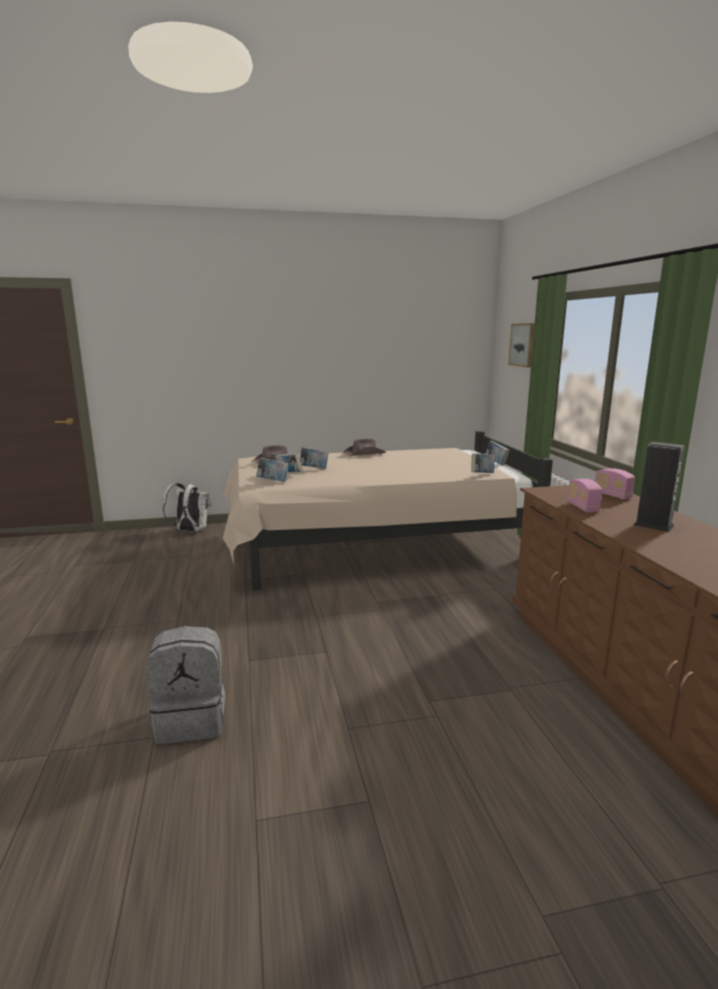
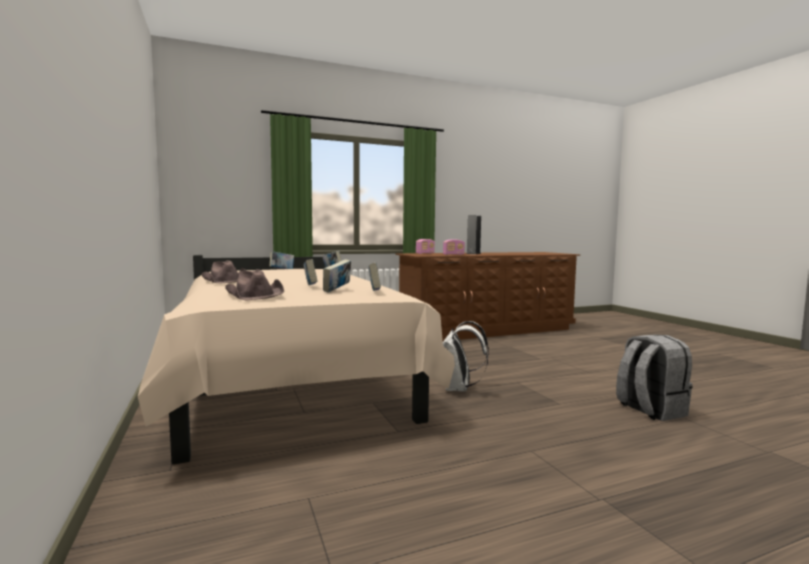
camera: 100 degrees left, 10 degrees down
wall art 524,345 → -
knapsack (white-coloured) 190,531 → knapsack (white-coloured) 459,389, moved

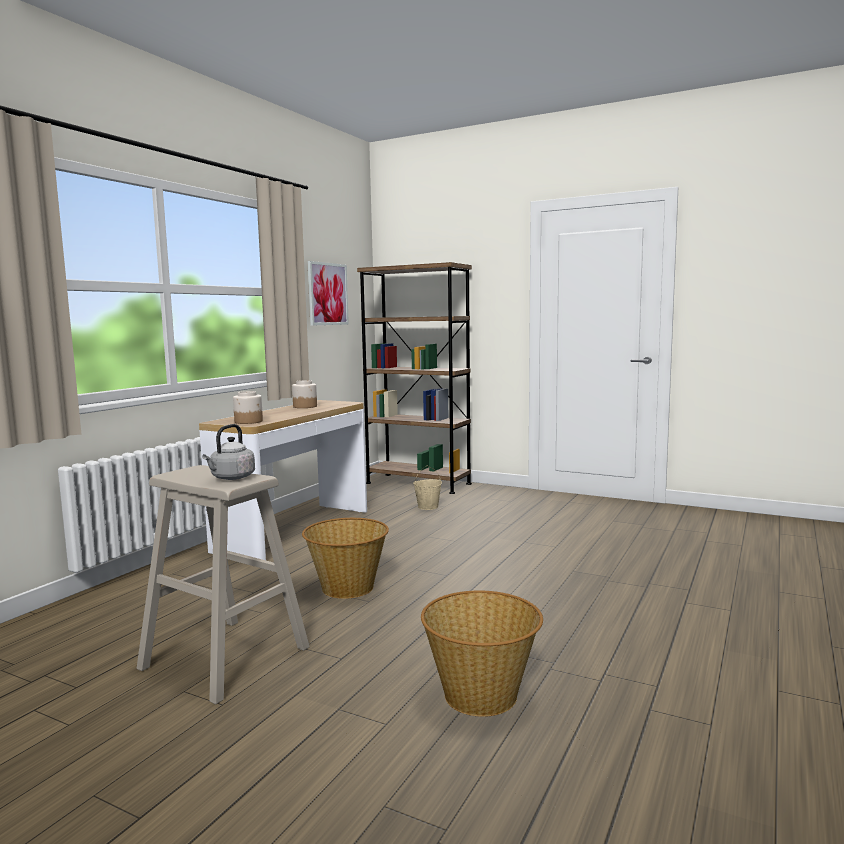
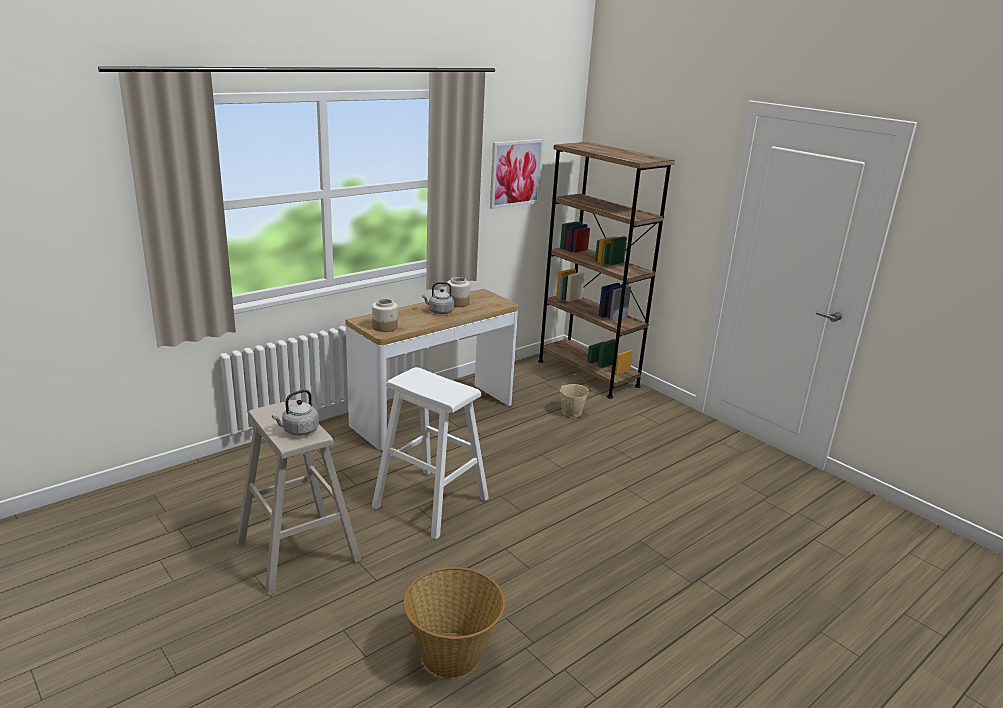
camera: 20 degrees right, 15 degrees up
- → kettle (grey) 439,311
basket 347,588 → stool seat (white-coloured) 430,502

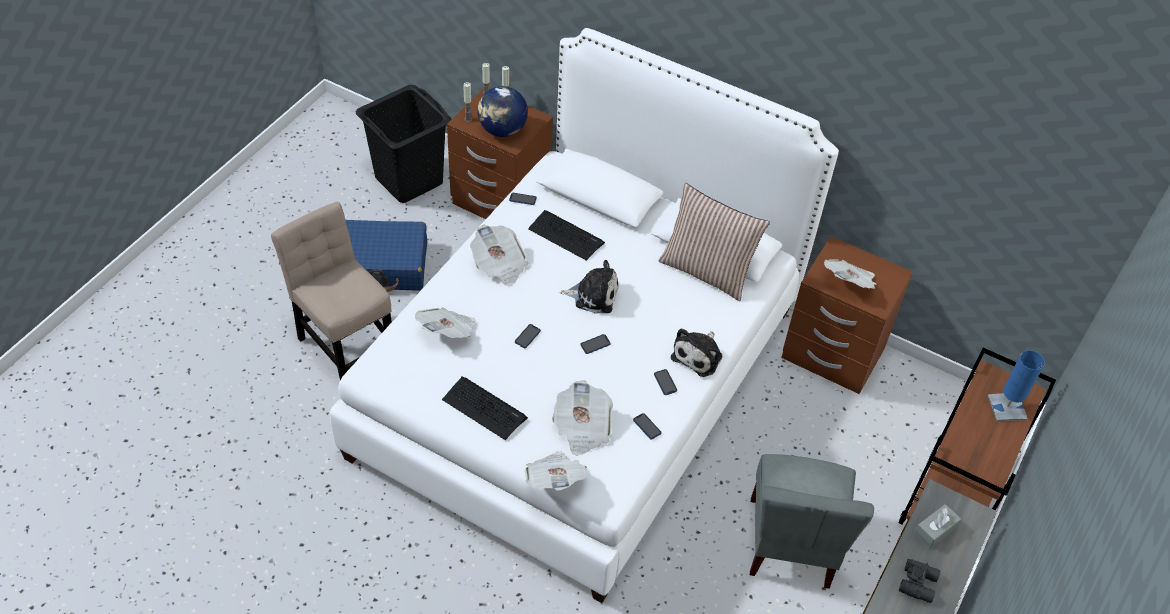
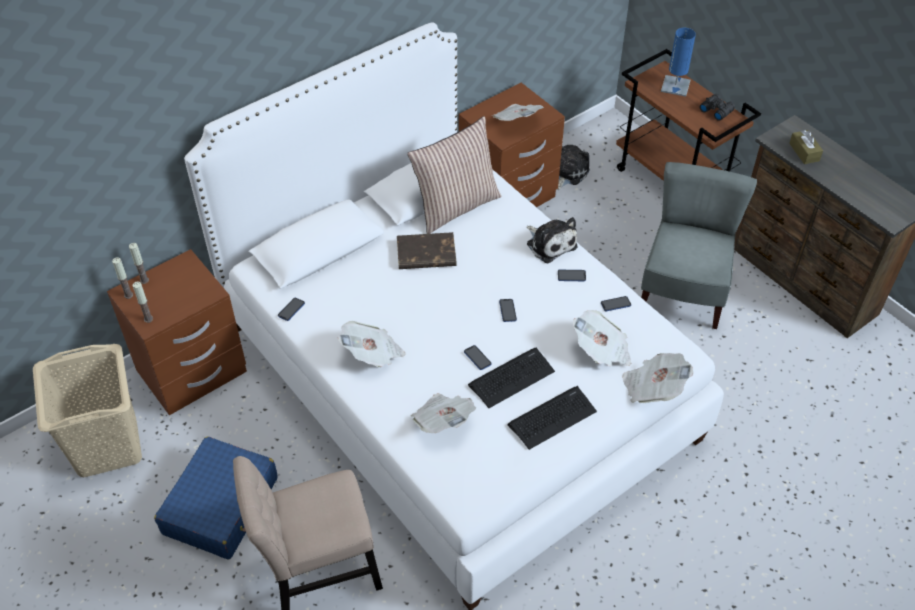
camera: 65 degrees left, 0 degrees up
globe 502,130 → -
- → volume (brown-coloured) 425,254
keyboard 566,235 → keyboard 511,378, moved
cuddly toy 593,295 → cuddly toy 567,173, moved
field glasses (black-coloured) 919,583 → field glasses (black-coloured) 716,110, moved
washing basket (black-coloured) 409,180 → washing basket (beige-coloured) 108,445
tissue holder (grey) 935,530 → tissue holder (brown-coloured) 804,152
plain chair (grey) 791,544 → plain chair (grey) 683,292, 105 degrees counterclockwise

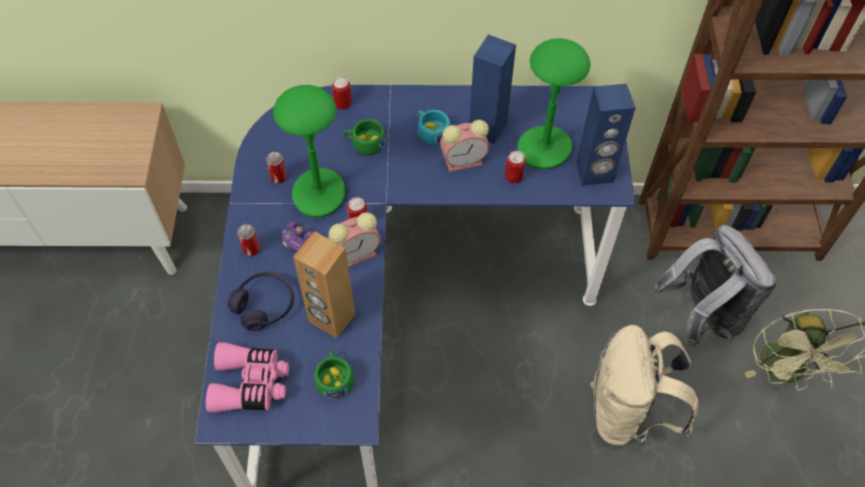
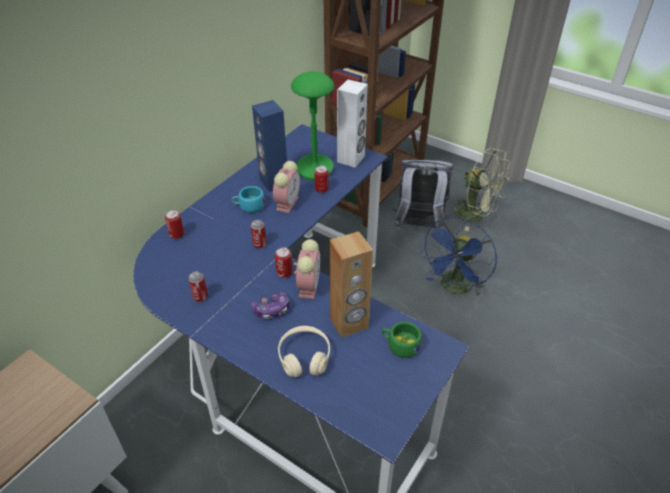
camera: 55 degrees left, 15 degrees down
field glasses (pinkish) 250,384 → -
tabletop lamp (green-coloured) 318,194 → -
cup (green-coloured) 365,143 → -
sealed can 251,249 → sealed can 259,244, moved
knapsack (beige-coloured) 628,412 → cooling fan (blue-coloured) 454,288
pair of headphones (purplish) 264,305 → pair of headphones (beige-coloured) 304,357
loudspeaker (blue-coloured) 594,173 → loudspeaker (white-coloured) 351,159

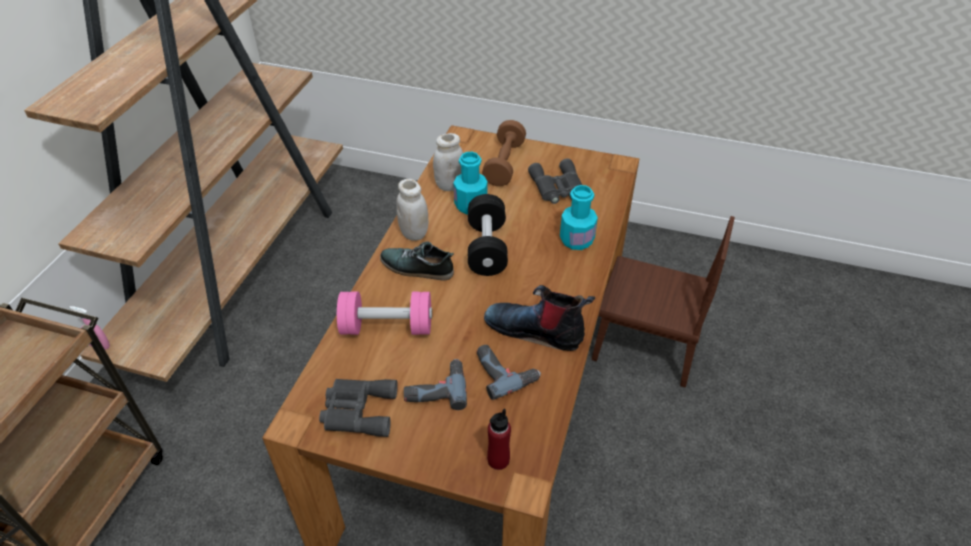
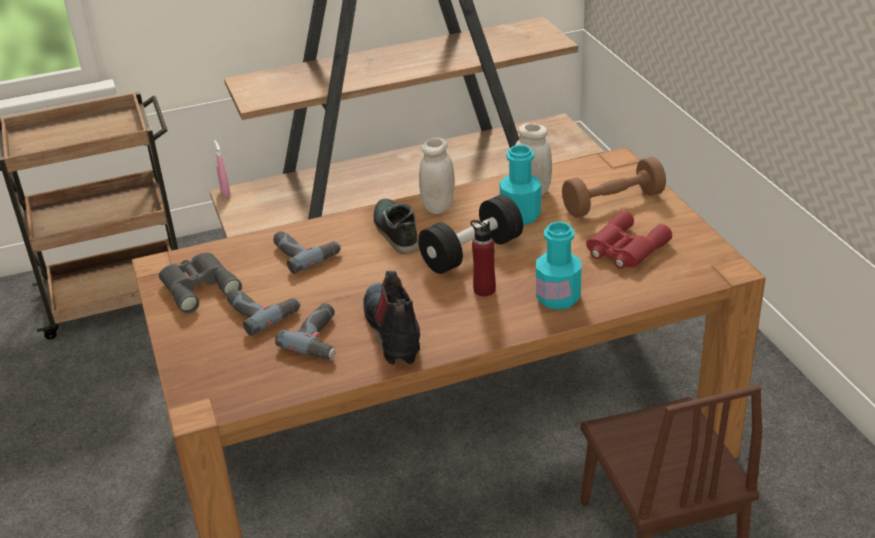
camera: 55 degrees right, 10 degrees down
bottle (reddish) 498,460 → bottle (reddish) 484,290, moved
hand weight (pinkish) 387,327 → power drill 305,253
field glasses (grey) 557,188 → field glasses (reddish) 624,249

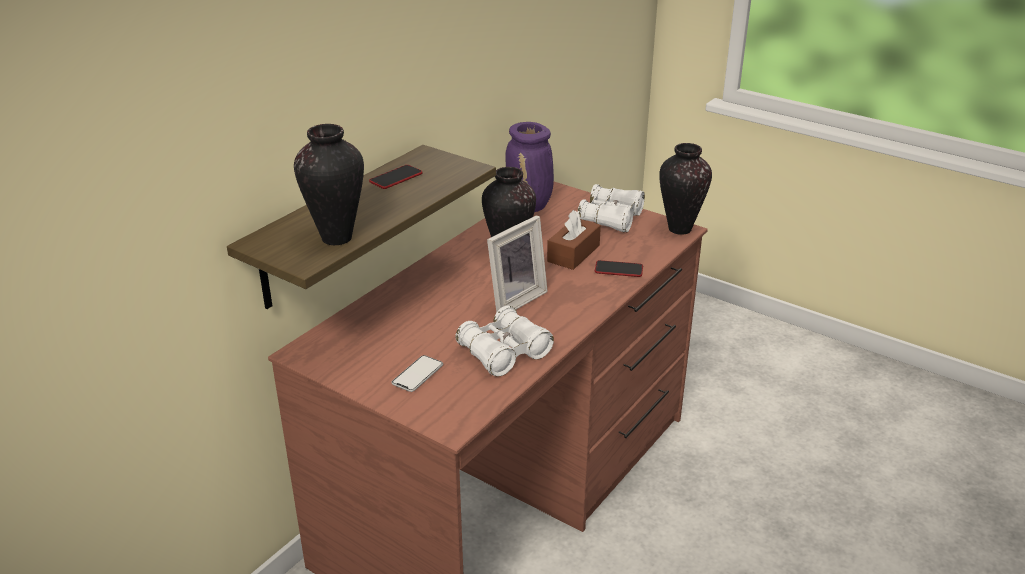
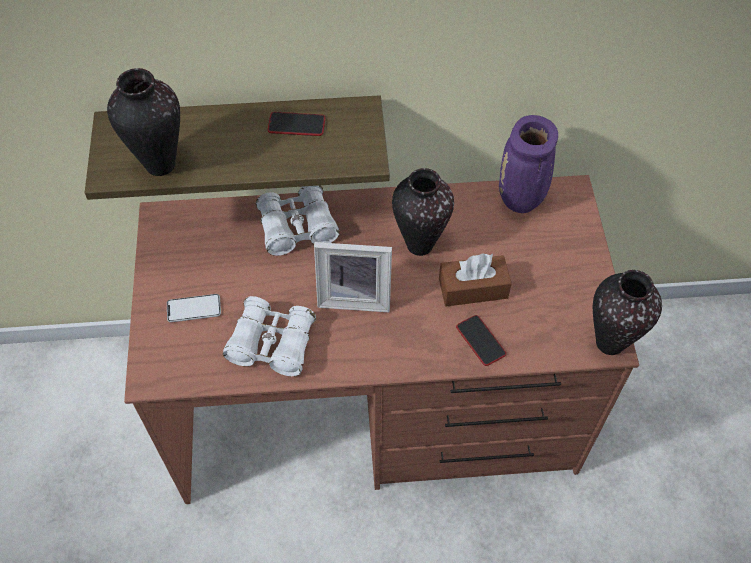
camera: 50 degrees right, 25 degrees up
field glasses (white-coloured) 611,218 → field glasses (white-coloured) 297,227, moved

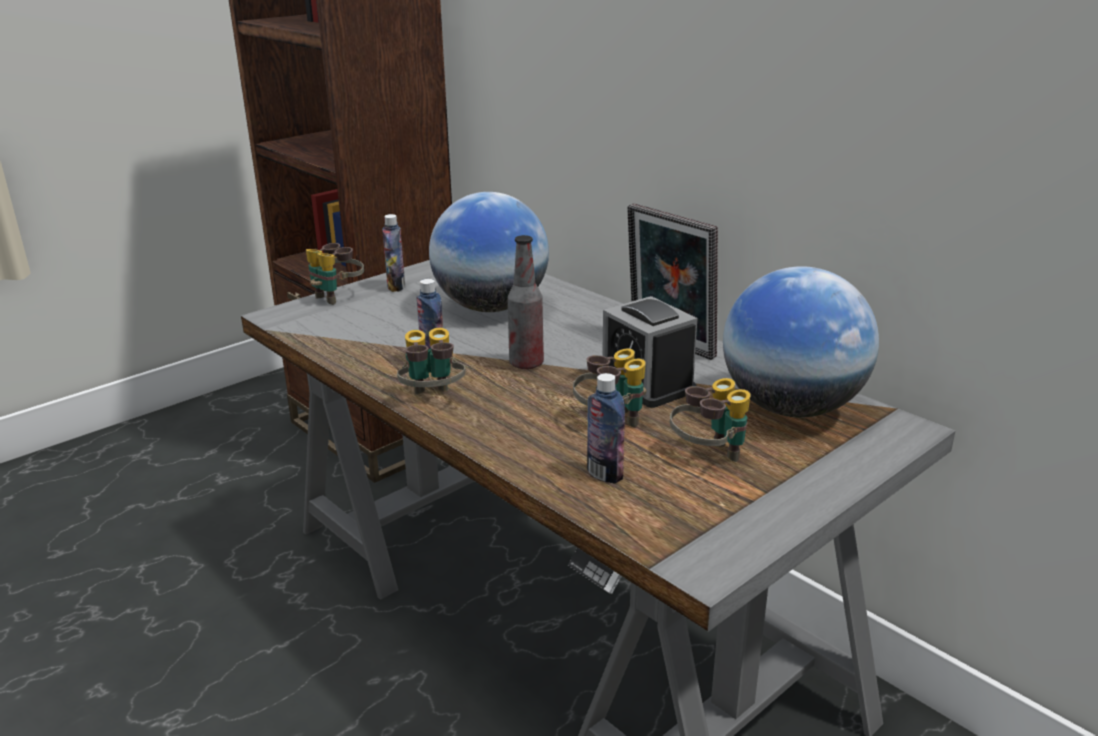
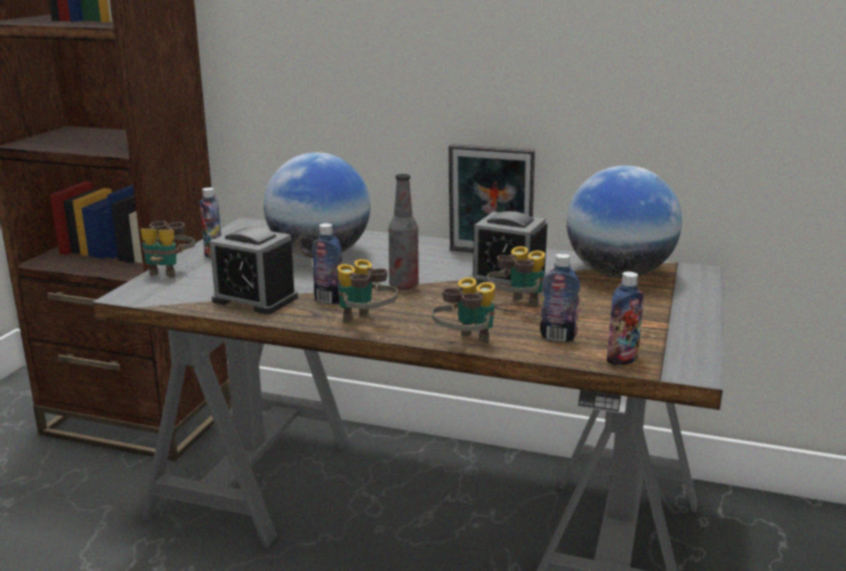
camera: 30 degrees left, 5 degrees down
- → table clock 255,299
- → bottle 622,359
field glasses 709,457 → field glasses 465,344, moved

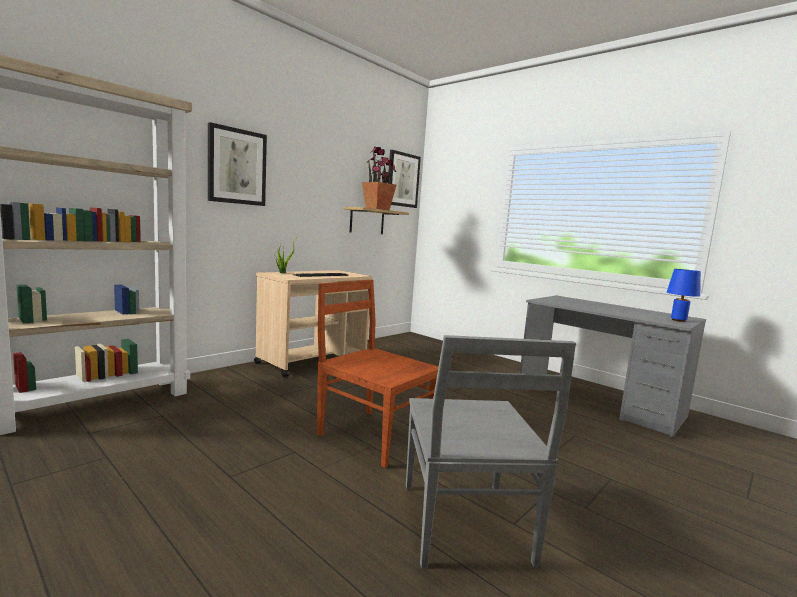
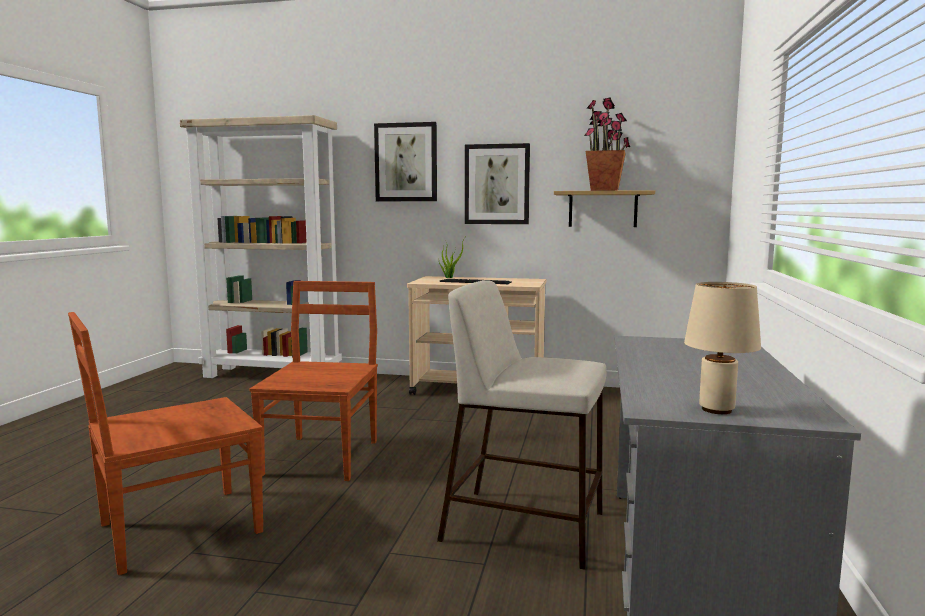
camera: 60 degrees right, 0 degrees up
- → stool seat (beige-coloured) 526,526
wall art 402,180 → wall art 497,184, moved
plain chair (grey) 465,525 → plain chair (brown-coloured) 176,529
tabletop lamp (blue-coloured) 678,320 → tabletop lamp (beige-coloured) 716,409

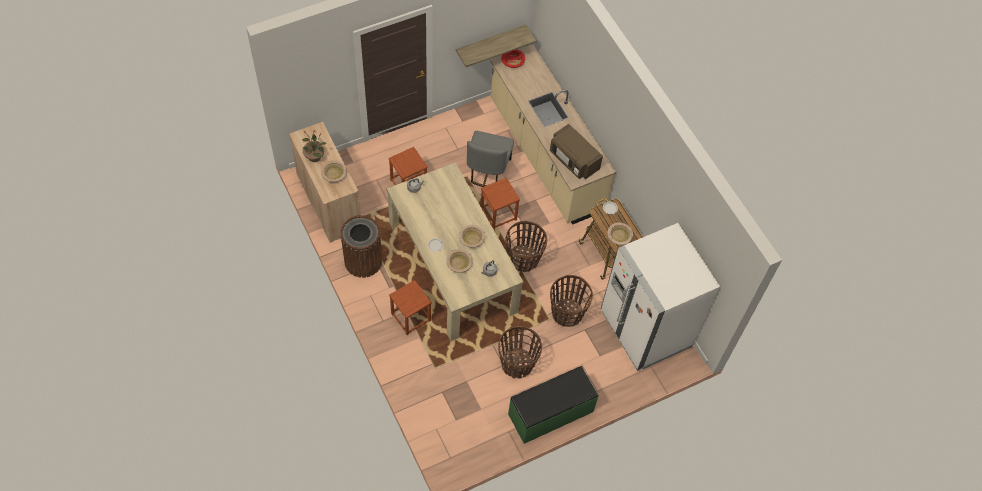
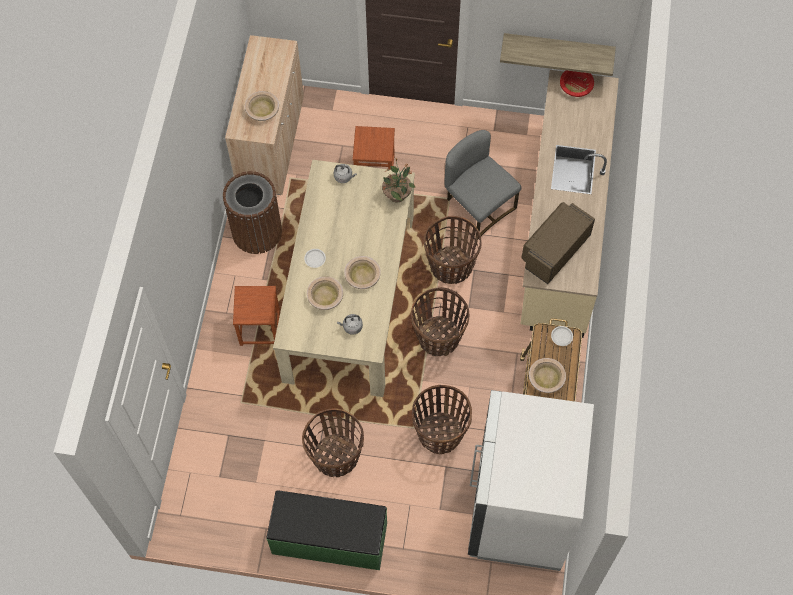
camera: 40 degrees right, 5 degrees up
houseplant 314,156 → houseplant 397,194, moved
stool seat (brown-coloured) 498,214 → basket 451,266
plain chair (grey) 487,170 → plain chair (grey) 478,206, 90 degrees clockwise
microwave oven (brown-coloured) 573,160 → microwave oven (brown-coloured) 554,250, 45 degrees clockwise

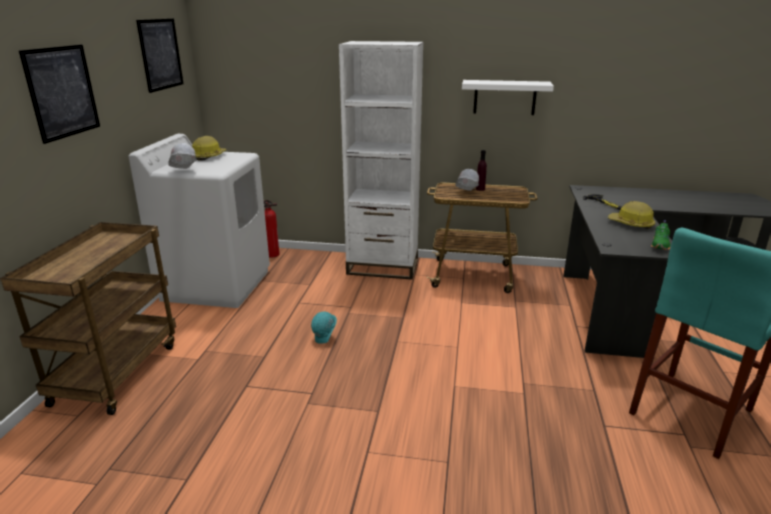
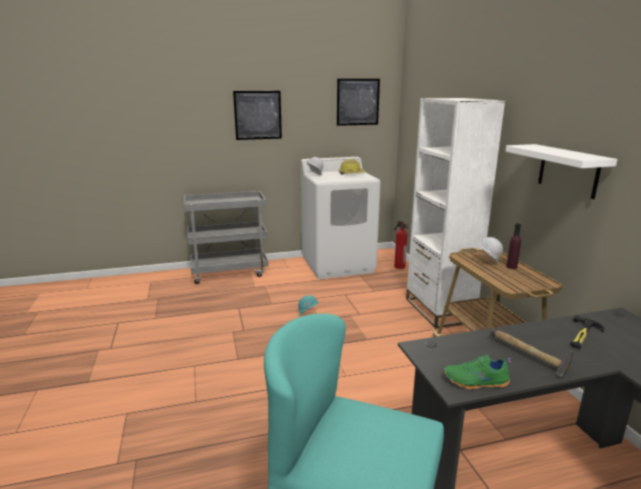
camera: 65 degrees right, 5 degrees down
safety helmet 631,224 → hammer 528,358
trolley (brown-coloured) 117,372 → trolley (grey) 230,272

